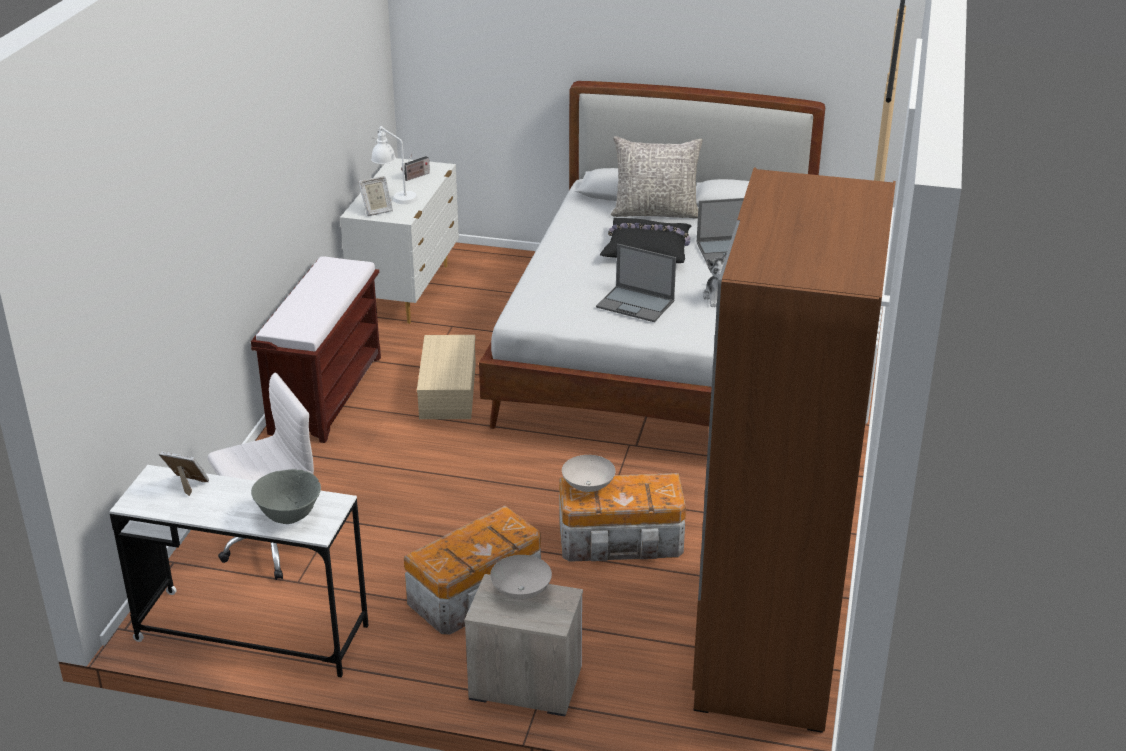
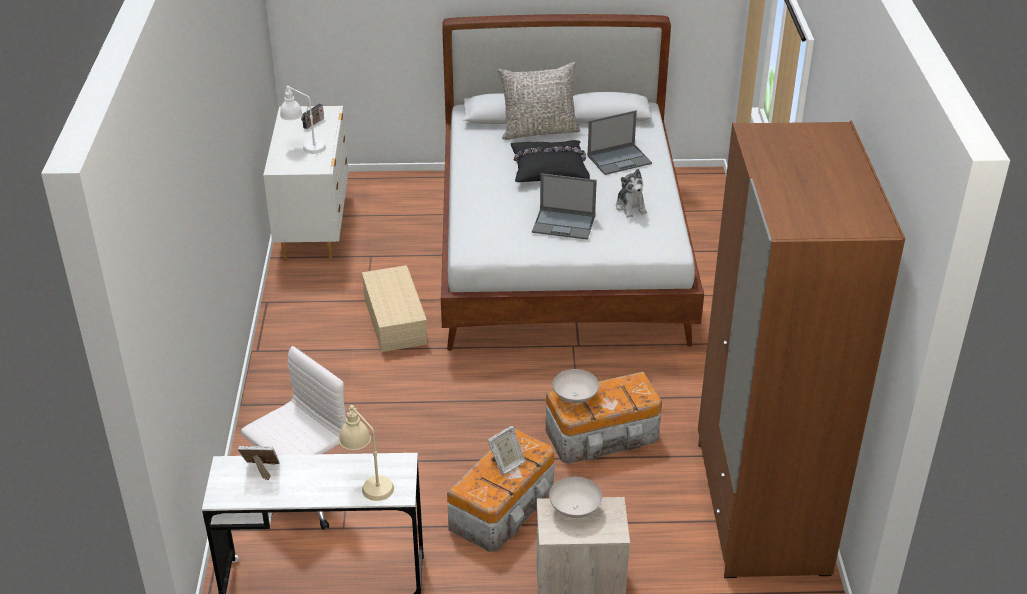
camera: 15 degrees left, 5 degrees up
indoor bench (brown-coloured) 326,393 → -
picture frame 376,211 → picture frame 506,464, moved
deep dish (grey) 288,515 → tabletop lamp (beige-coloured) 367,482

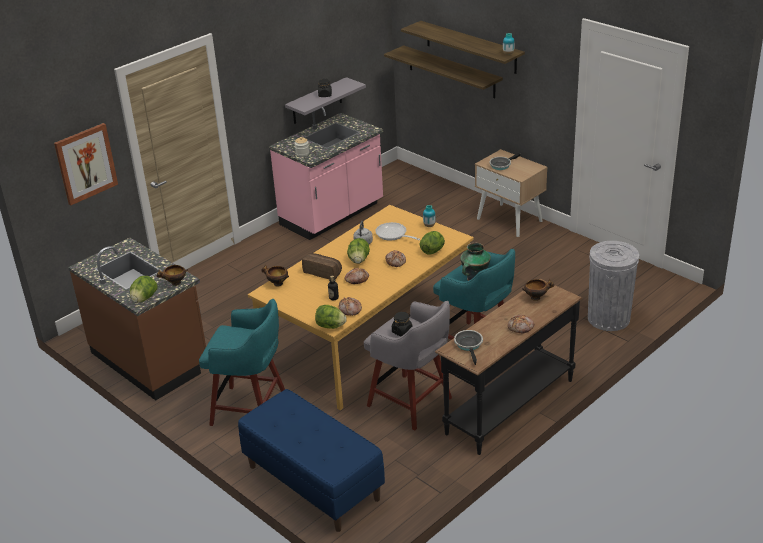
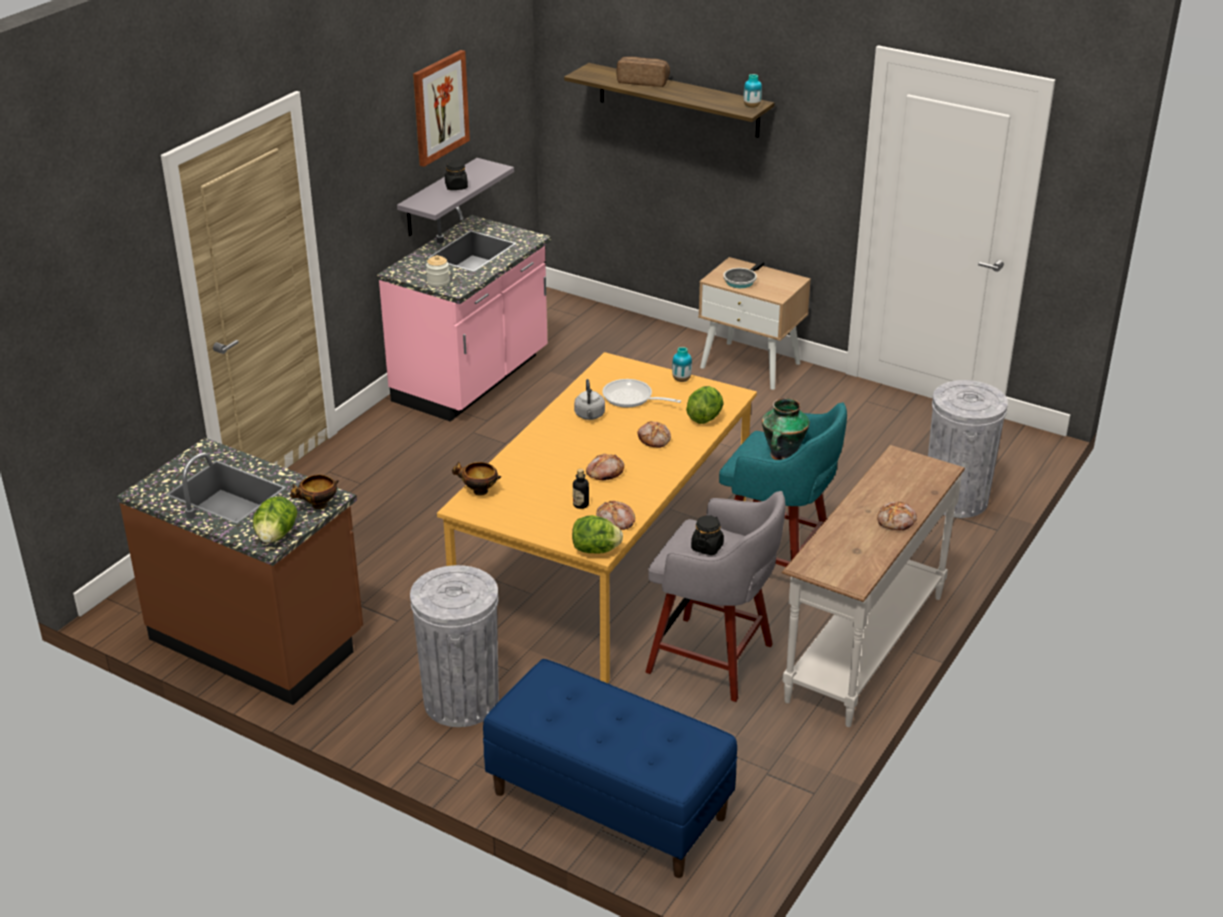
camera: 15 degrees left, 0 degrees up
lettuce head 359,260 → -
wall shelf 451,72 → -
skillet 469,345 → -
deep dish 536,298 → -
wall art 86,163 → wall art 440,107, moved
bread 323,272 → bread 643,81, moved
stool seat (turquoise-coloured) 251,410 → trash can (grey) 461,701
hall table (black-coloured) 508,406 → hall table (white-coloured) 863,647

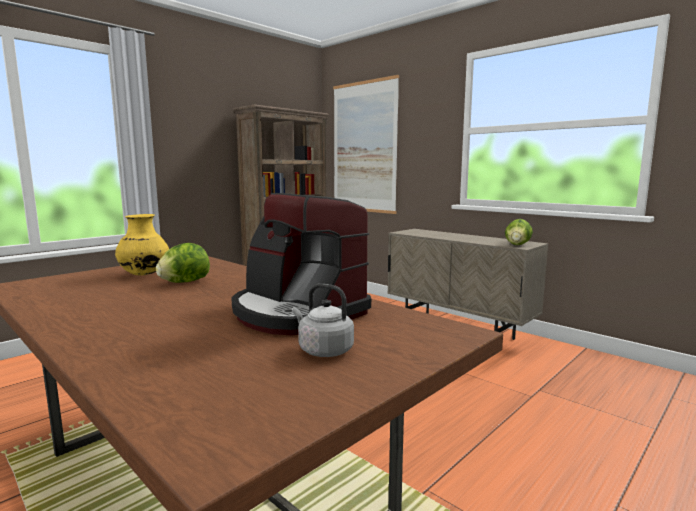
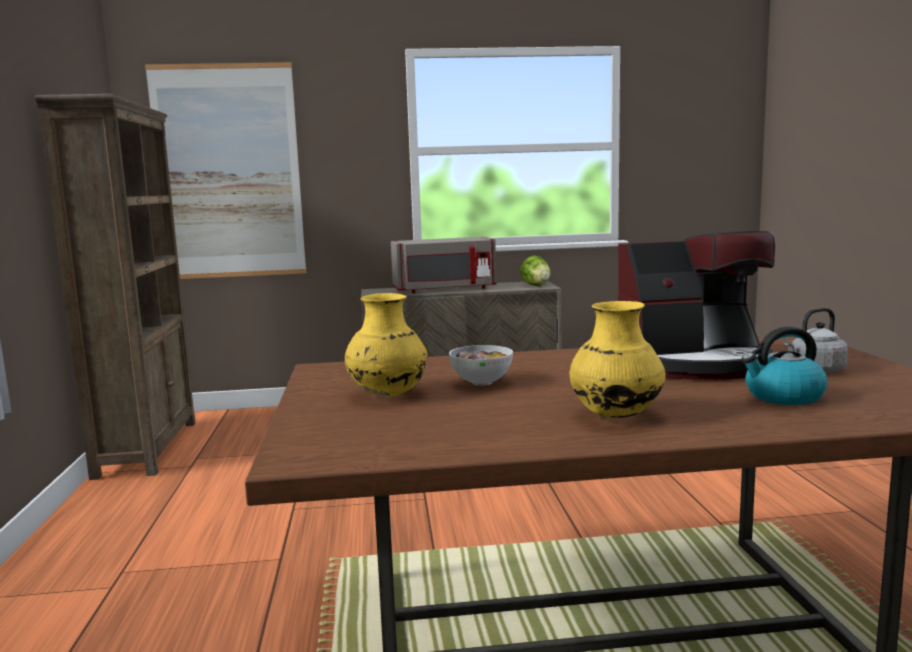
camera: 50 degrees left, 0 degrees up
- → microwave oven (grey) 445,289
- → flower vase (yellowish) 615,415
- → kettle 783,397
lettuce head 184,282 → deep dish 482,382

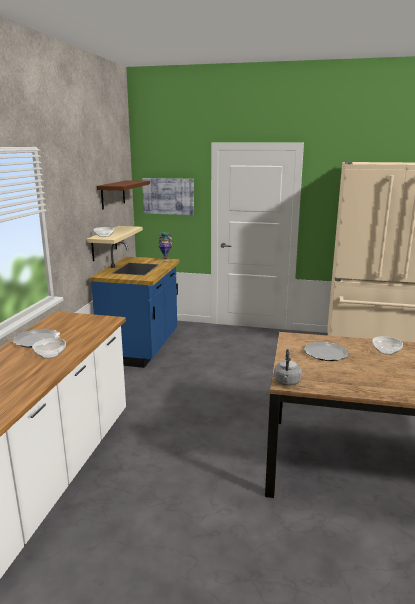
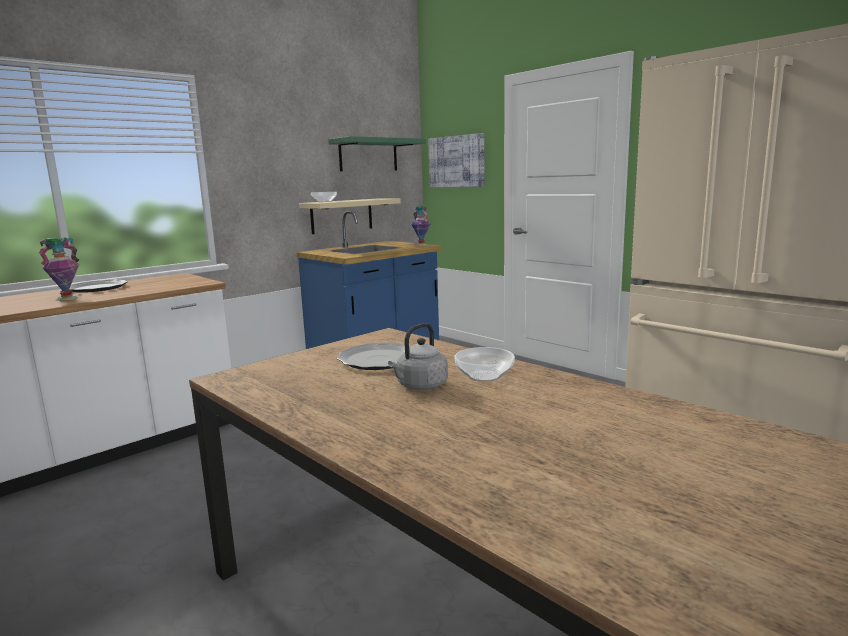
camera: 35 degrees right, 5 degrees down
kettle (grey) 287,382 → kettle (grey) 420,386, moved
deep dish 50,354 → flower vase 67,298
wall shelf (brown-coloured) 113,194 → wall shelf (green-coloured) 368,155

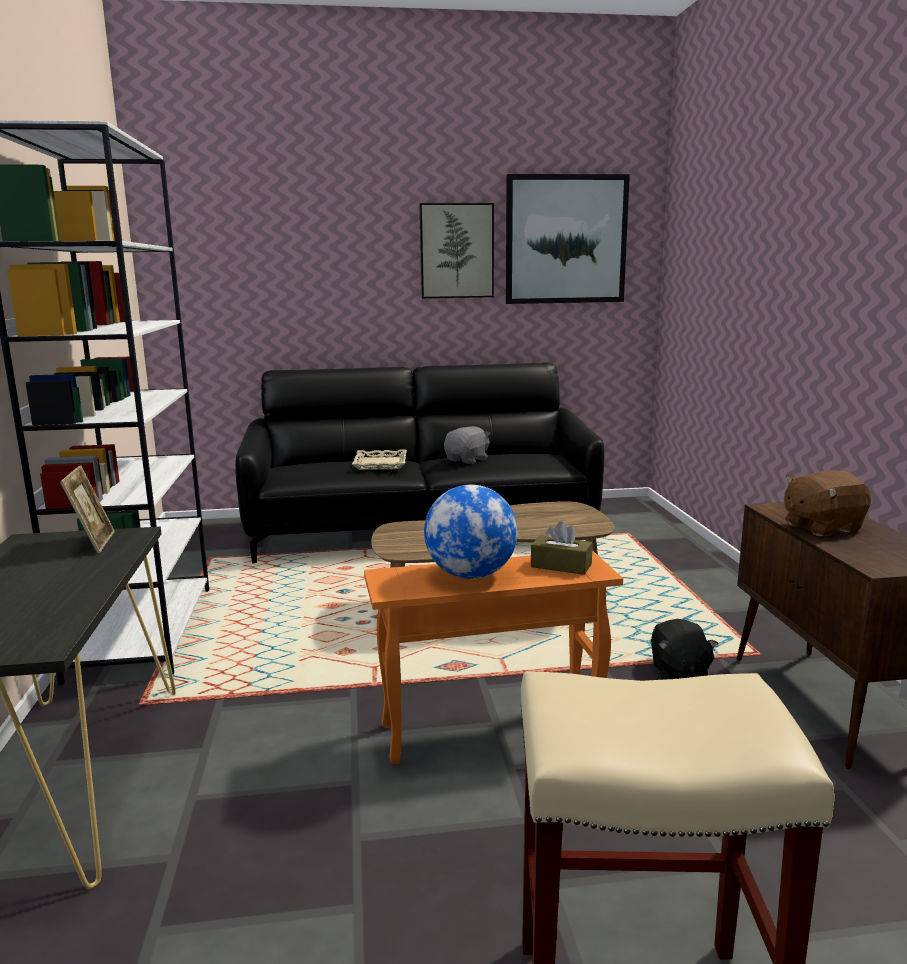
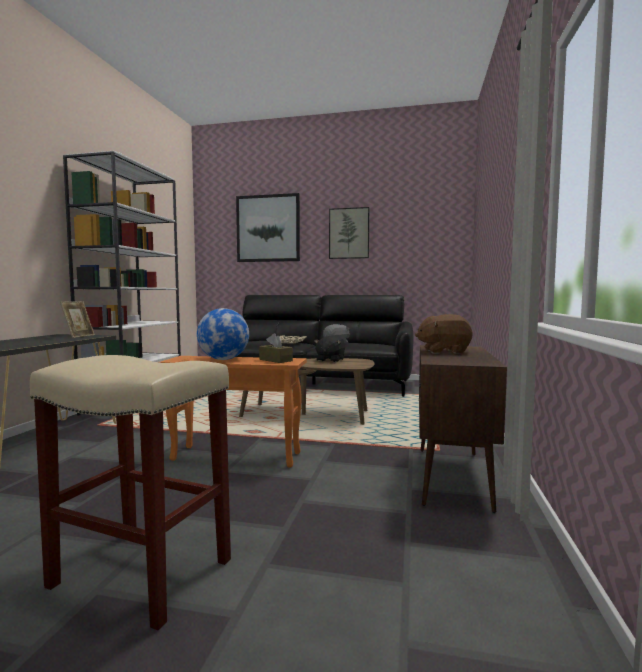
camera: 20 degrees right, 10 degrees down
wall art 565,240 → wall art 268,228, moved
cuddly toy (black-coloured) 678,672 → cuddly toy (black-coloured) 330,360, moved

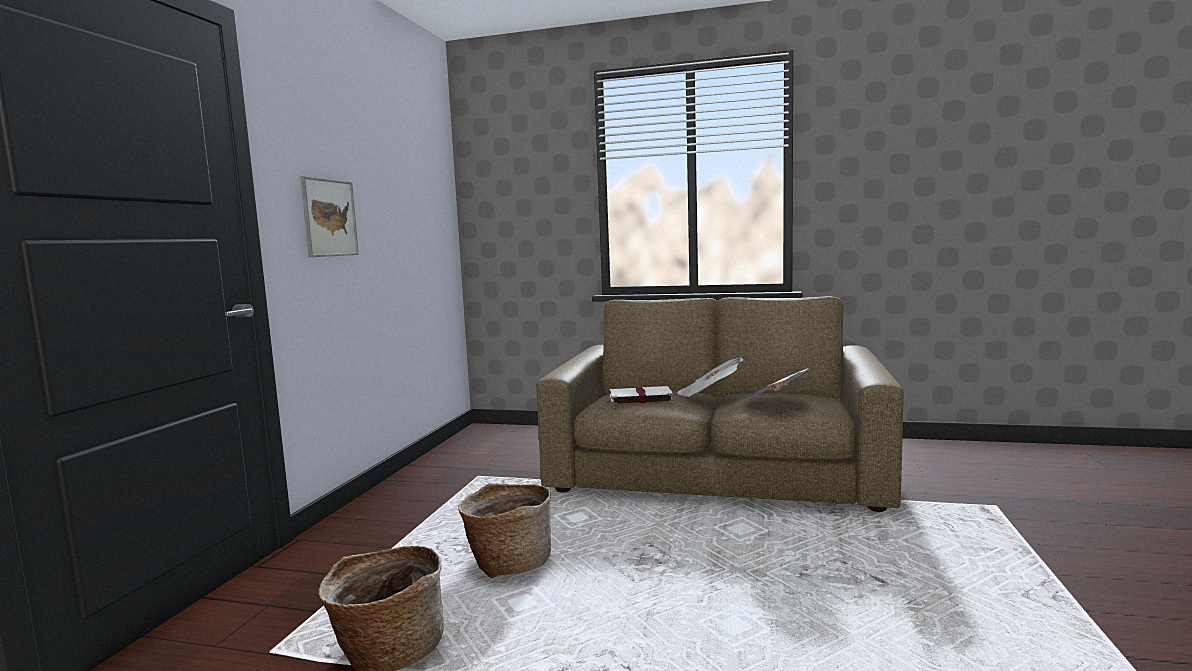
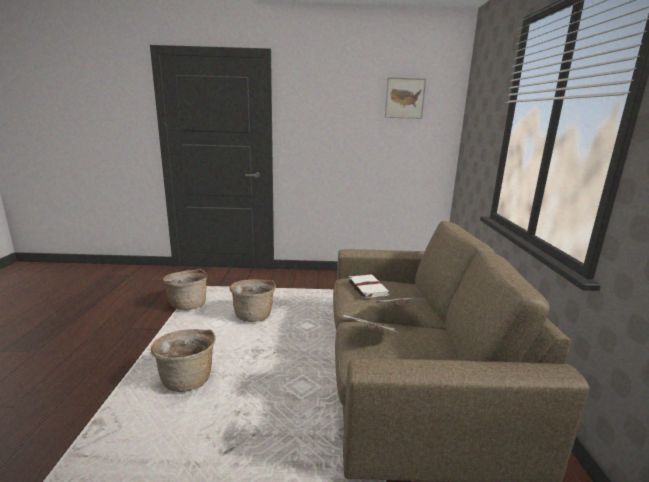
camera: 75 degrees right, 10 degrees up
- → basket 188,378
wall art 329,218 → wall art 404,98, moved

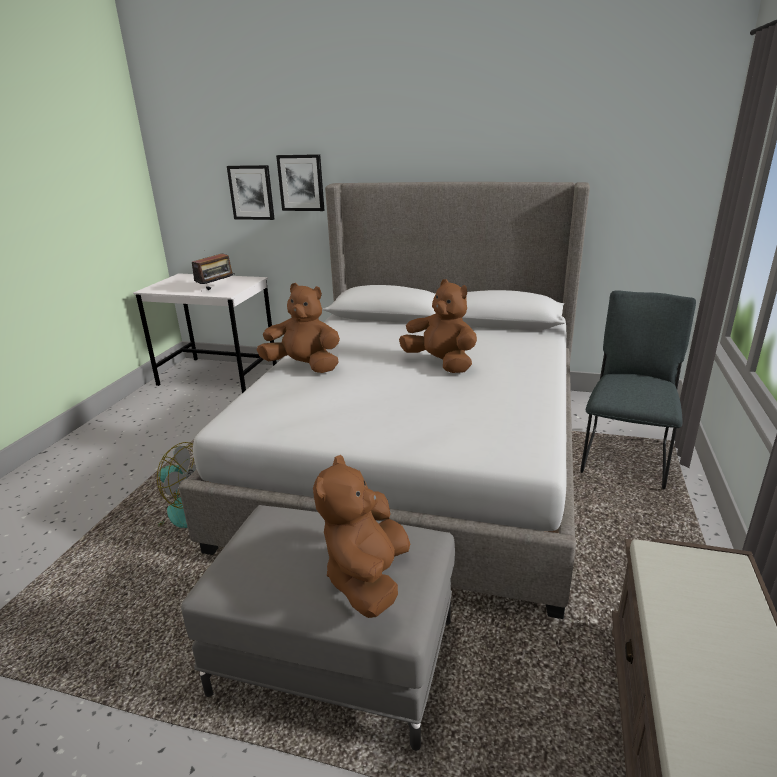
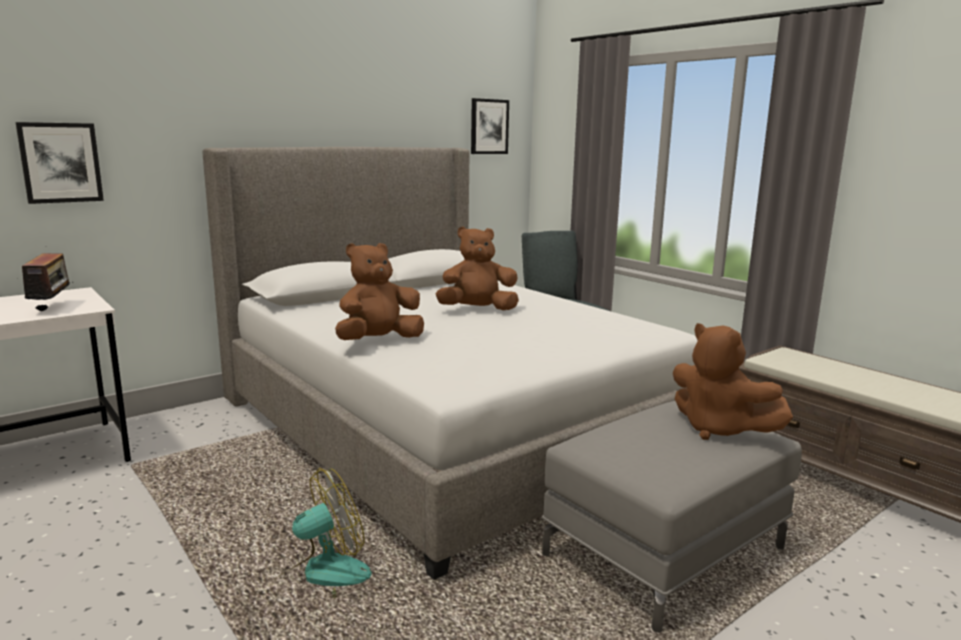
camera: 55 degrees left, 10 degrees down
wall art 301,183 → wall art 489,126, moved

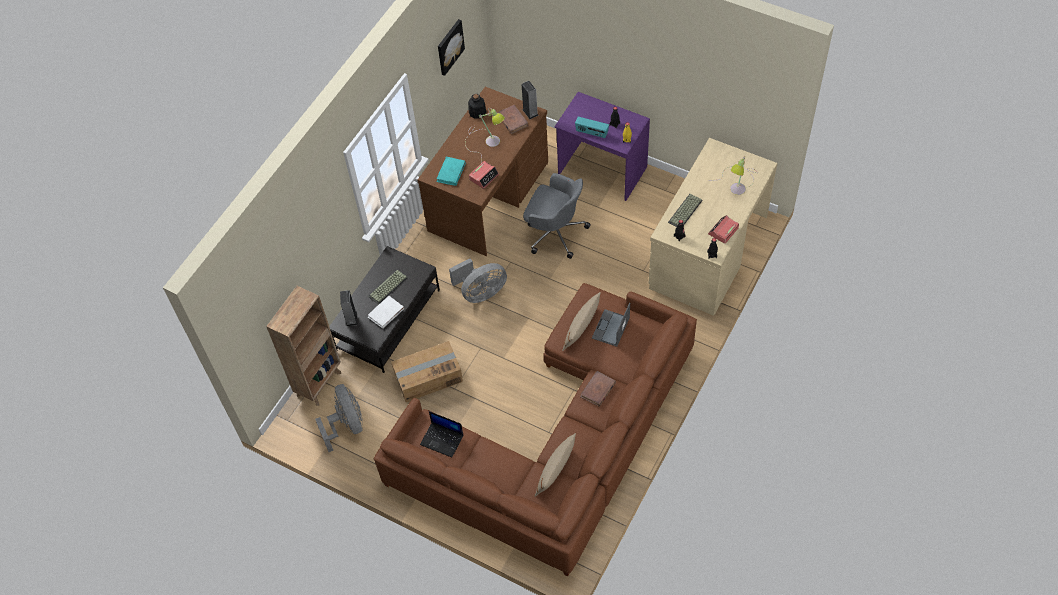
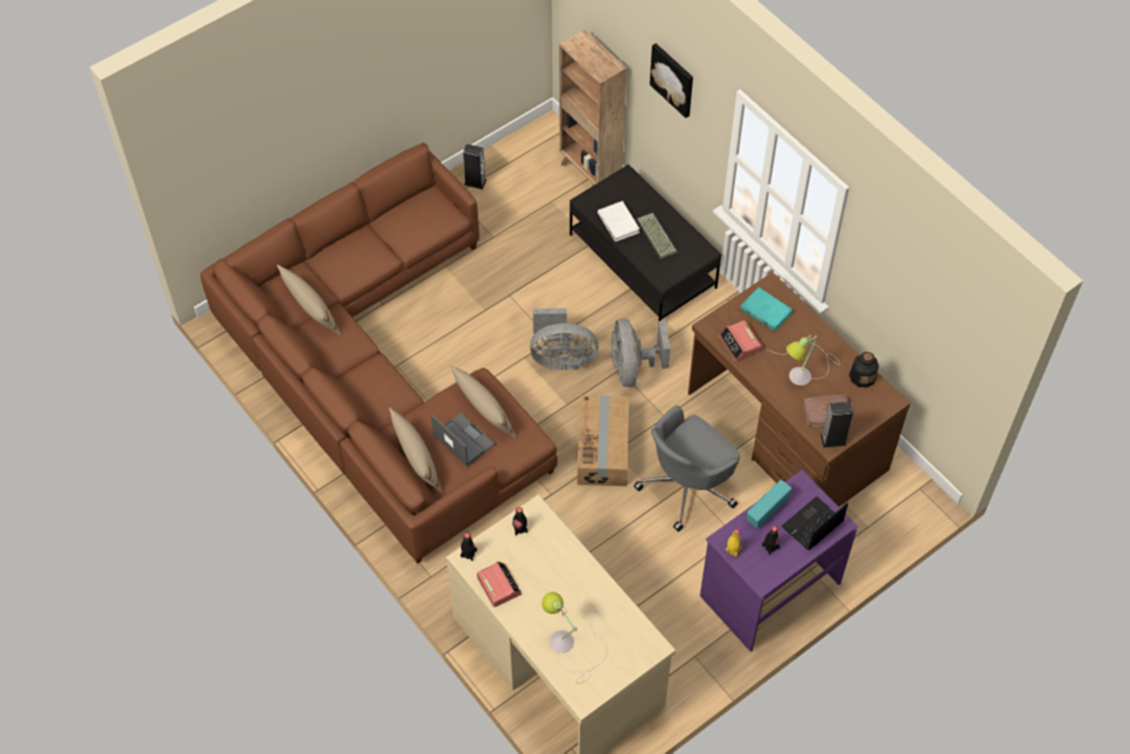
camera: 110 degrees right, 0 degrees up
volume (brown-coloured) 598,390 → -
keyboard 685,212 → -
- → pillow (beige-coloured) 416,460
cooling fan (grey) 346,425 → cooling fan (grey) 561,358, moved
loudspeaker 351,318 → loudspeaker 475,182, moved
cardboard box 428,377 → cardboard box 603,449, moved
notebook computer 442,439 → notebook computer 812,525, moved
wall art 449,46 → wall art 673,79, moved

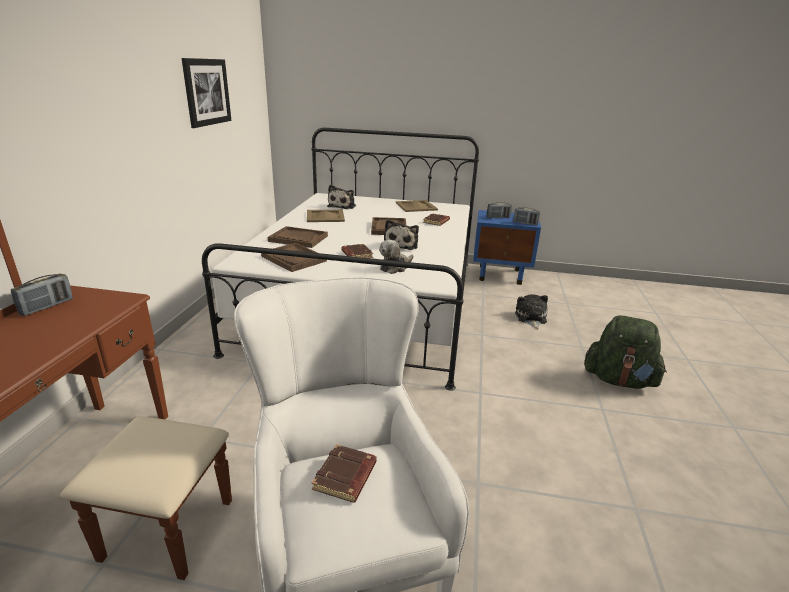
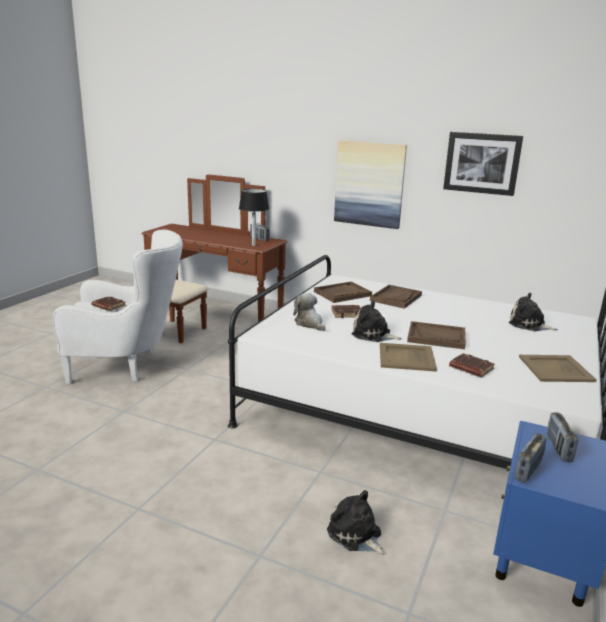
camera: 105 degrees right, 5 degrees down
knapsack (green-coloured) 619,380 → -
- → tabletop lamp (black-coloured) 254,245
- → wall art 369,184
serving tray (beige-coloured) 325,216 → serving tray (beige-coloured) 406,357, moved
cuddly toy 531,318 → cuddly toy 356,535, 150 degrees counterclockwise

